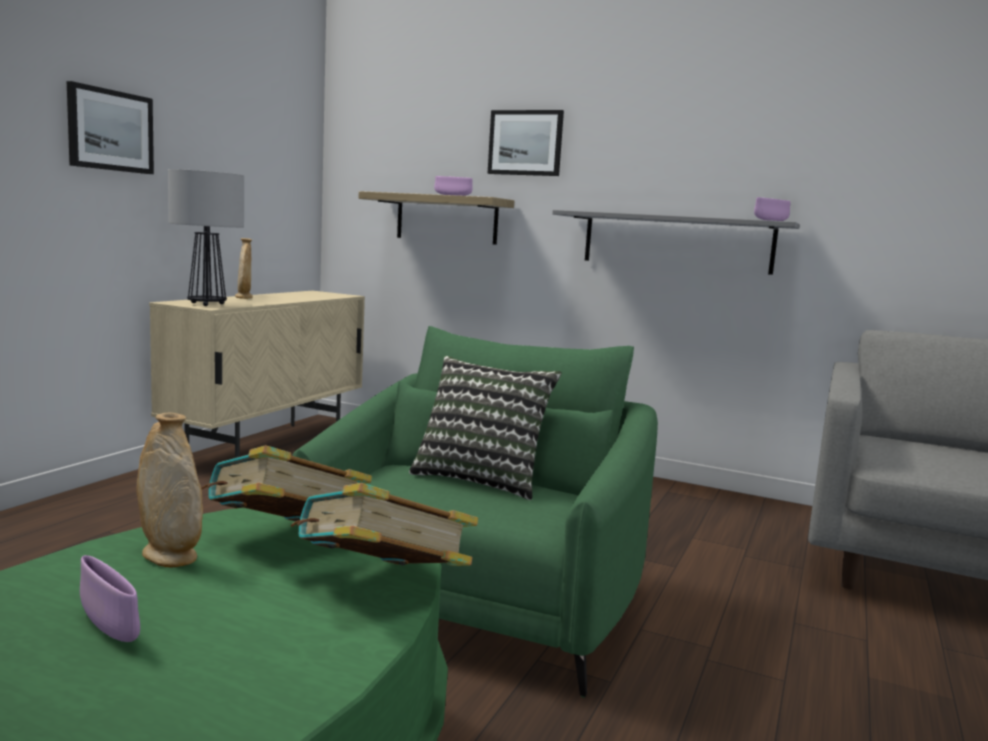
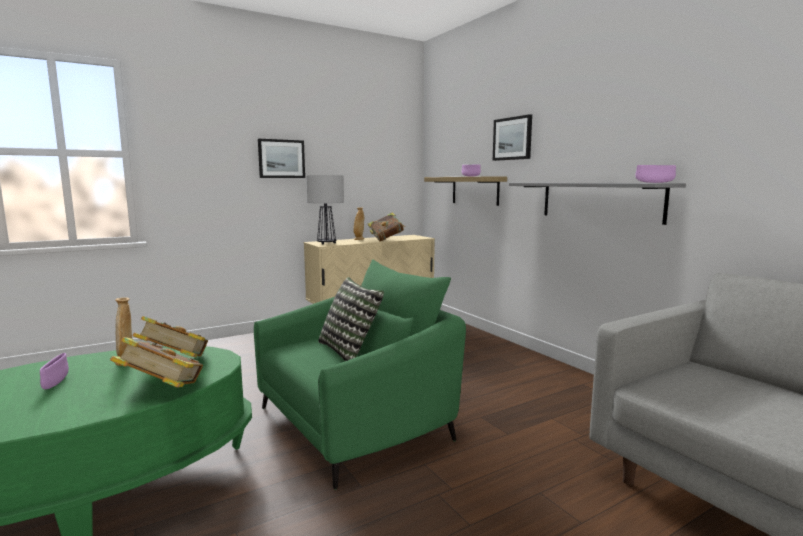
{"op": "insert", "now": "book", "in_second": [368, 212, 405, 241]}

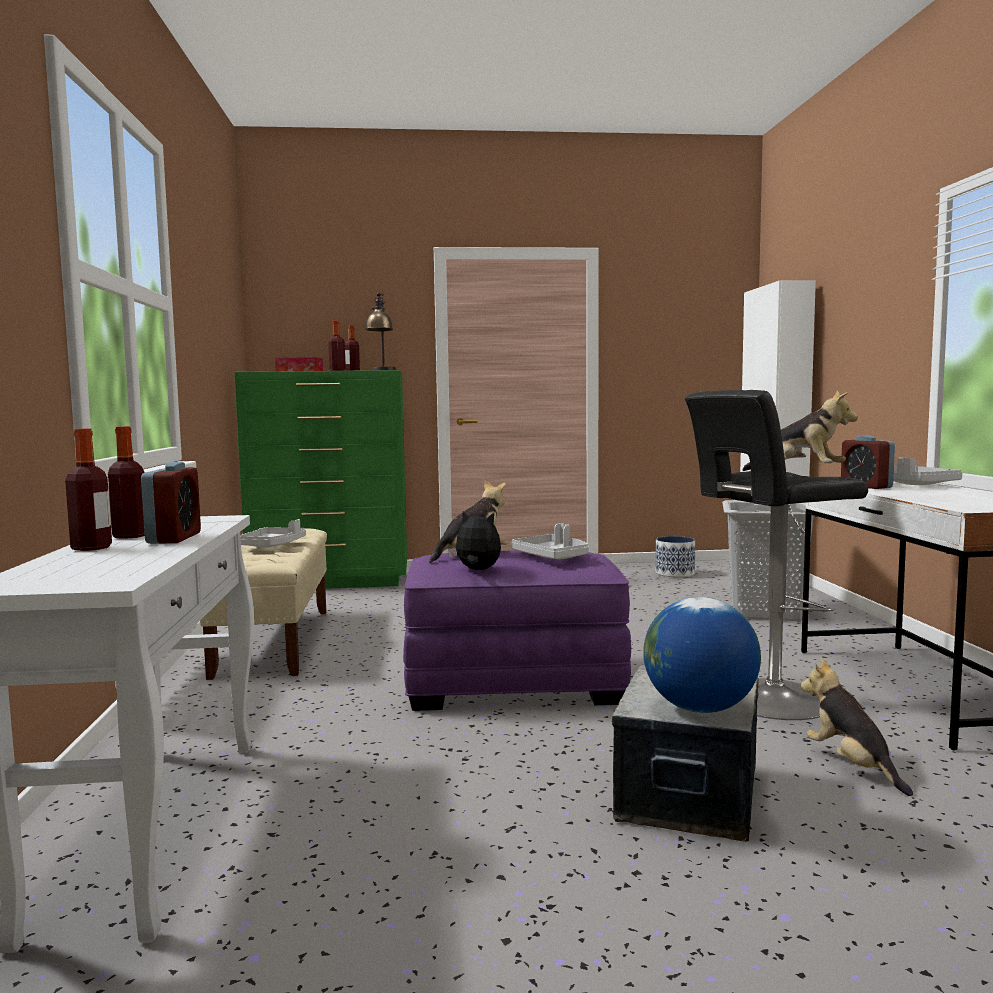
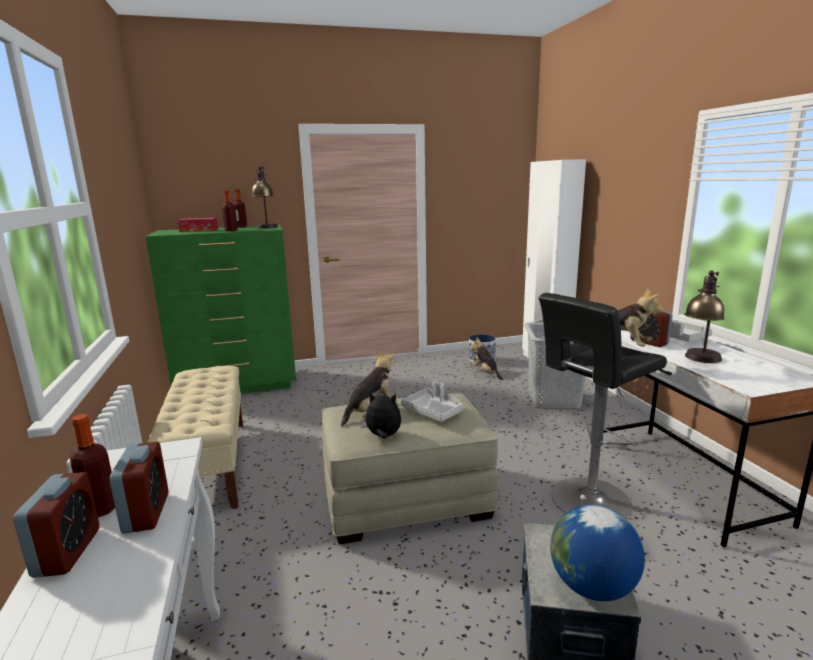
{"op": "delete", "was": "tray/grey", "in_first": [240, 519, 306, 547]}
{"op": "insert", "now": "table lamp", "in_second": [684, 270, 725, 363]}
{"op": "move", "was": "plush toy", "in_first": [801, 658, 913, 796], "in_second": [470, 338, 503, 380]}
{"op": "replace", "was": "bottle", "now": "alarm clock", "in_first": [65, 428, 112, 551], "in_second": [13, 472, 99, 578]}
{"op": "recolor", "was": "ottoman/purple", "now": "ottoman/beige", "in_first": [403, 551, 631, 711], "in_second": [322, 393, 498, 545]}

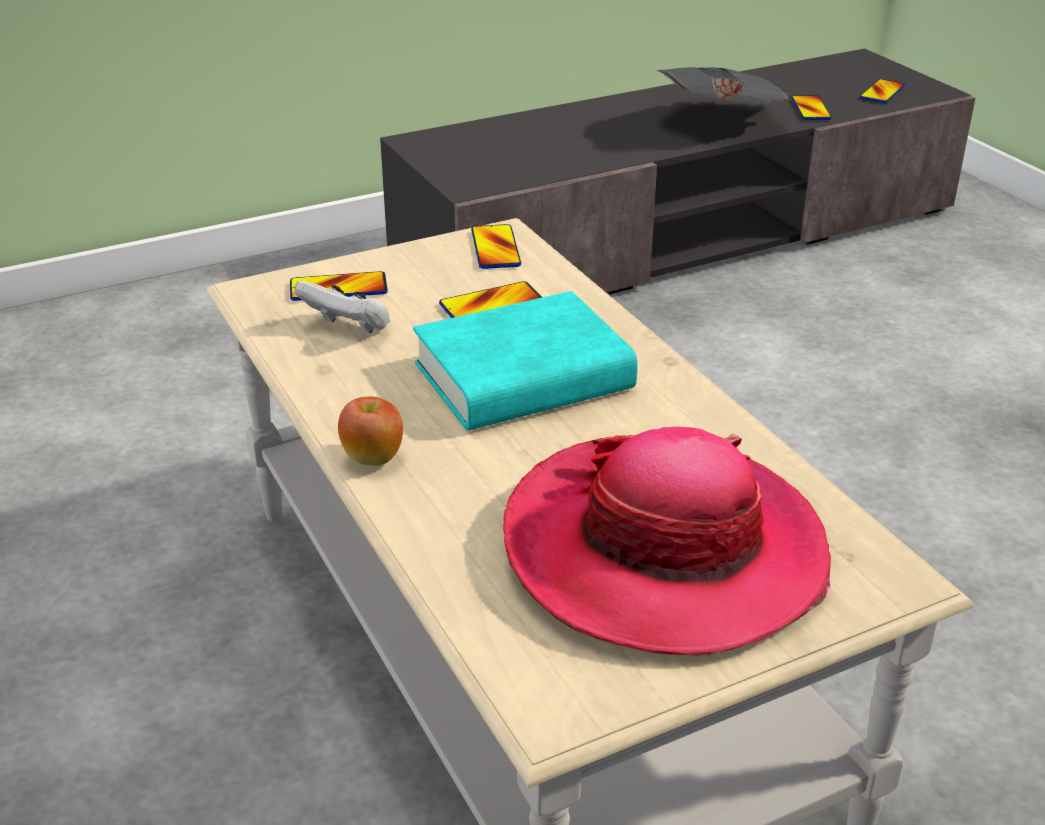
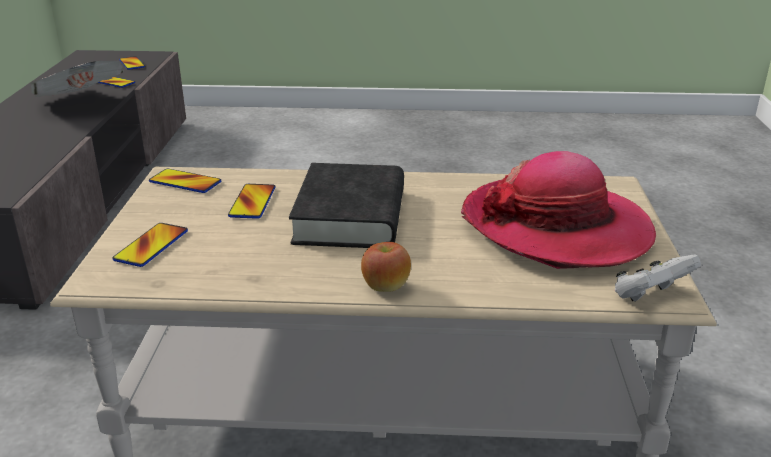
{"op": "move", "was": "game controller/white", "in_first": [294, 280, 390, 333], "in_second": [615, 255, 701, 302]}
{"op": "recolor", "was": "book/turquoise", "now": "book/black", "in_first": [413, 291, 638, 430], "in_second": [289, 163, 404, 248]}

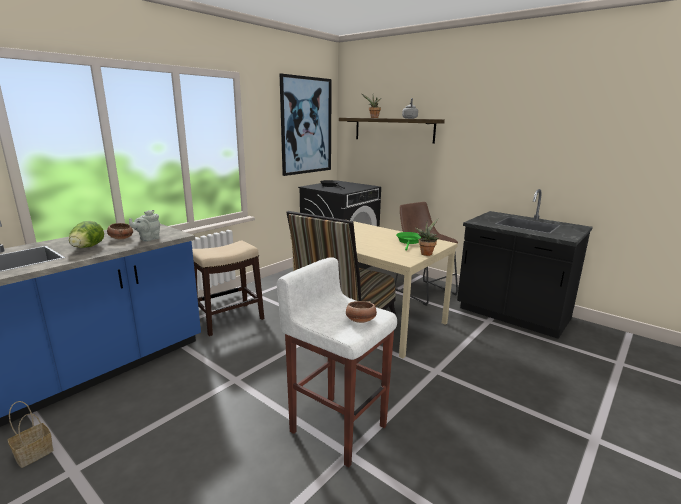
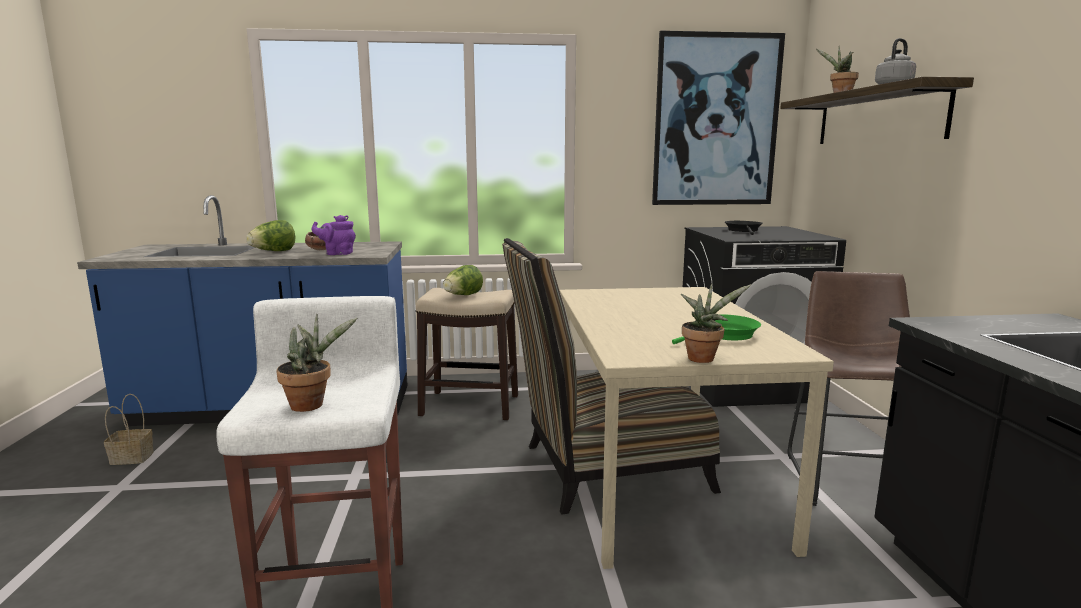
{"op": "insert", "now": "lettuce", "in_second": [443, 265, 483, 295]}
{"op": "replace", "was": "bowl", "now": "potted plant", "in_first": [346, 301, 377, 323], "in_second": [276, 314, 357, 412]}
{"op": "recolor", "was": "teapot/grey", "now": "teapot/purple", "in_first": [129, 210, 160, 241], "in_second": [312, 215, 356, 255]}

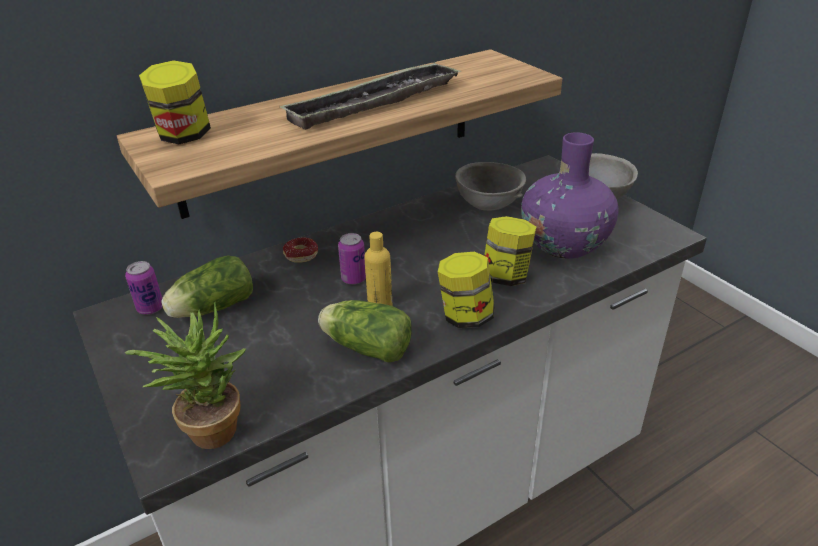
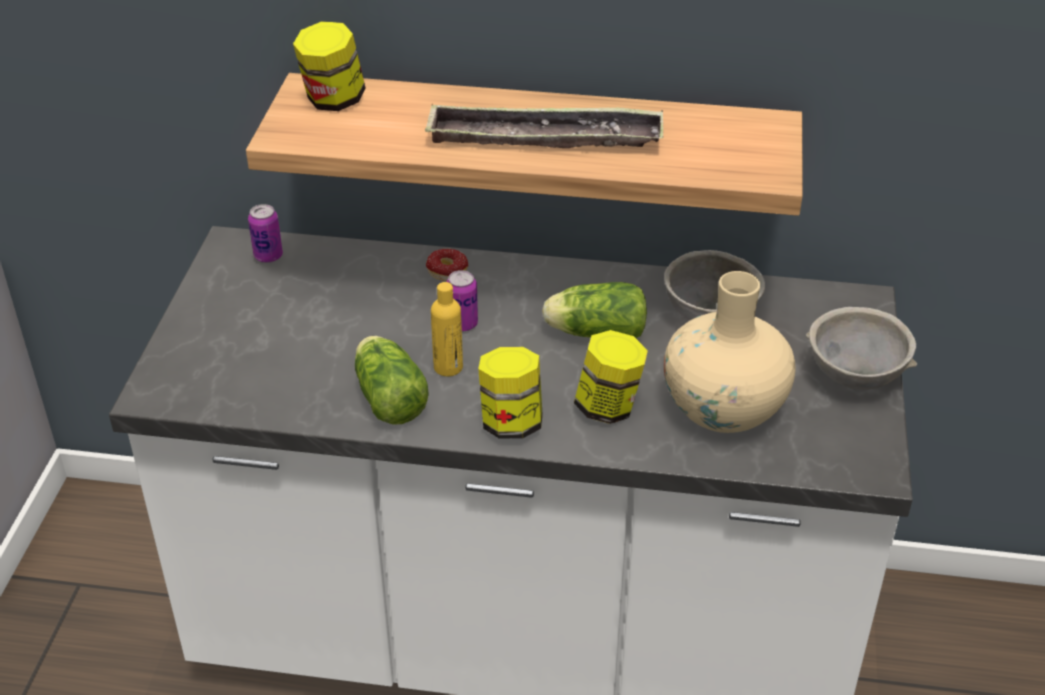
{"op": "delete", "was": "potted plant", "in_first": [125, 302, 246, 449]}
{"op": "move", "was": "lettuce", "in_first": [161, 256, 253, 318], "in_second": [542, 282, 647, 338]}
{"op": "recolor", "was": "vase/purple", "now": "vase/beige", "in_first": [521, 132, 618, 259], "in_second": [664, 271, 796, 433]}

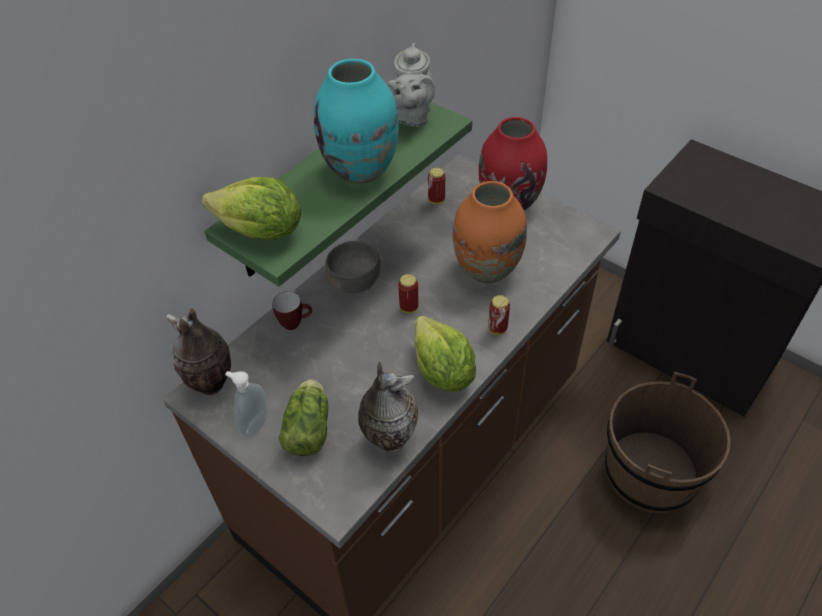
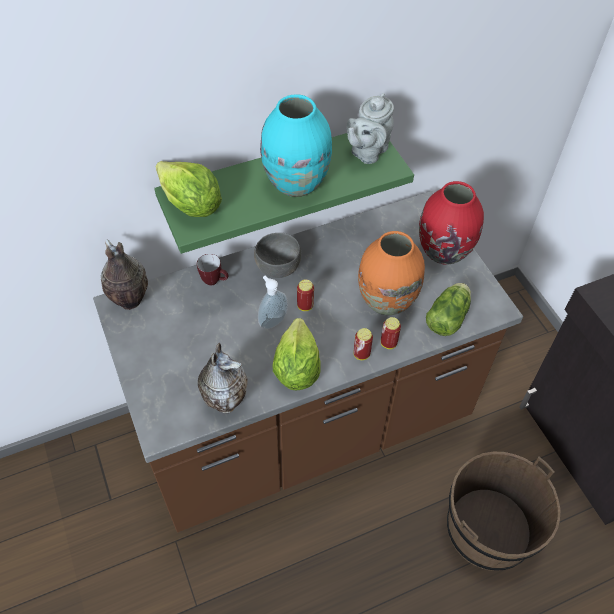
{"op": "move", "was": "soap dispenser", "in_first": [225, 371, 267, 437], "in_second": [258, 276, 288, 329]}
{"op": "move", "was": "lettuce", "in_first": [279, 379, 328, 456], "in_second": [426, 283, 471, 336]}
{"op": "move", "was": "can", "in_first": [428, 168, 445, 204], "in_second": [381, 317, 401, 349]}

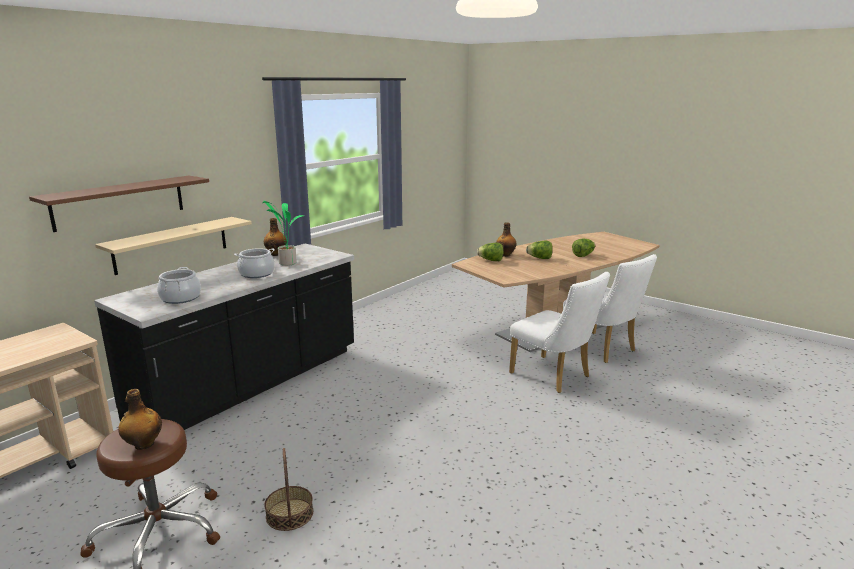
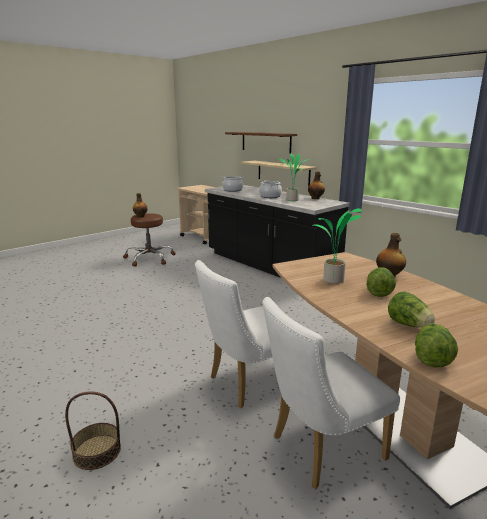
{"op": "insert", "now": "potted plant", "in_second": [314, 208, 361, 284]}
{"op": "move", "was": "basket", "in_first": [264, 448, 313, 531], "in_second": [65, 391, 121, 470]}
{"op": "move", "was": "lettuce", "in_first": [477, 243, 504, 261], "in_second": [415, 324, 458, 367]}

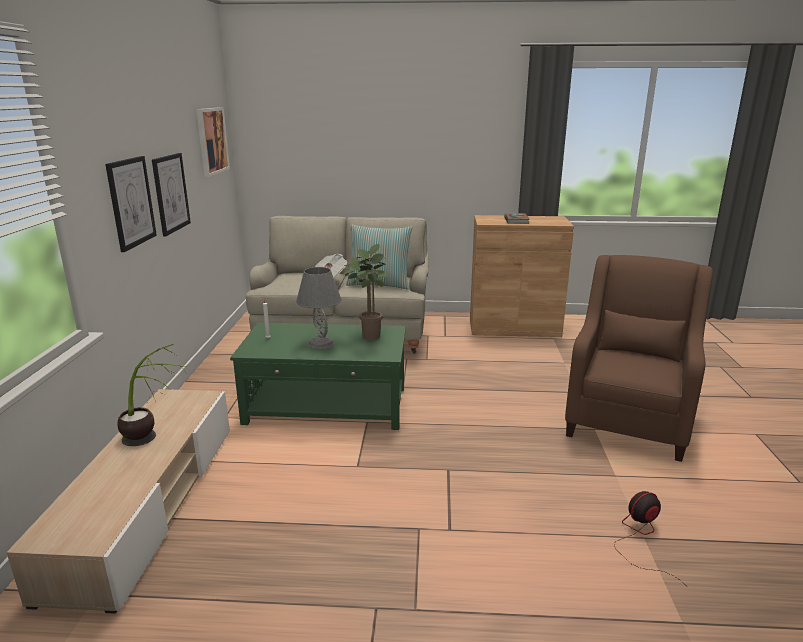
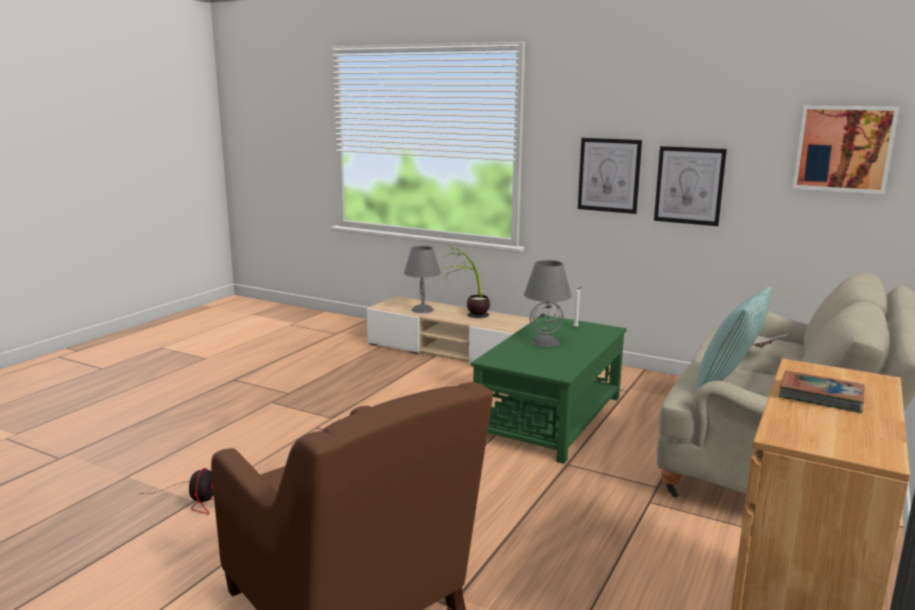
{"op": "delete", "was": "potted plant", "in_first": [343, 244, 387, 340]}
{"op": "insert", "now": "table lamp/grey", "in_second": [404, 246, 441, 313]}

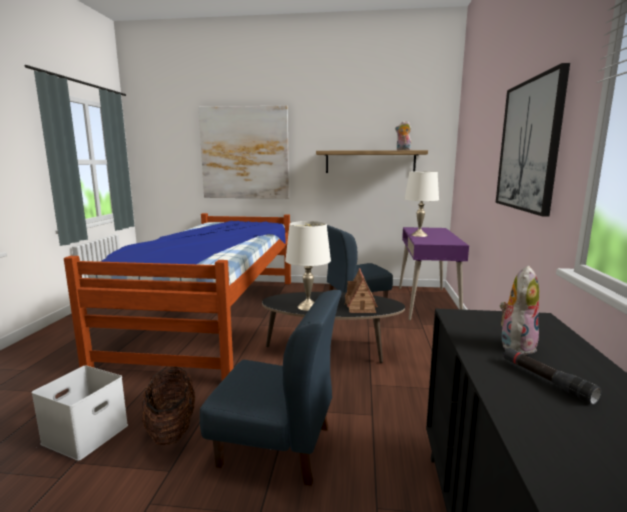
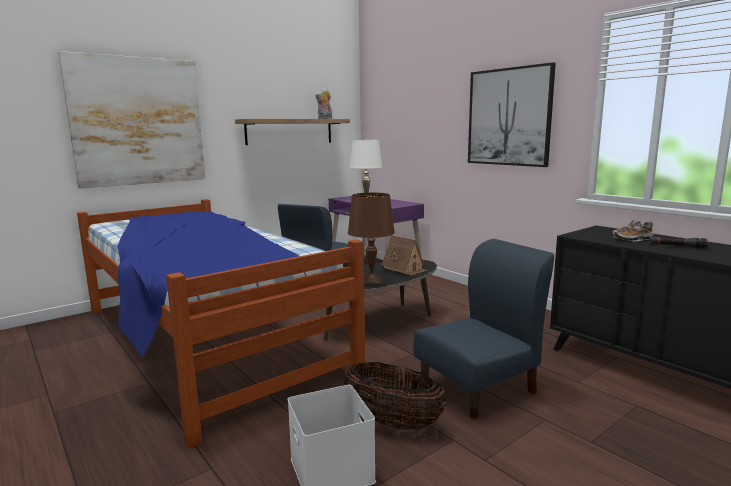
{"op": "replace", "was": "plush toy", "now": "shoe", "in_first": [500, 265, 539, 355], "in_second": [612, 220, 653, 241]}
{"op": "recolor", "was": "table lamp/white", "now": "table lamp/brown", "in_first": [285, 221, 331, 311], "in_second": [348, 193, 395, 285]}

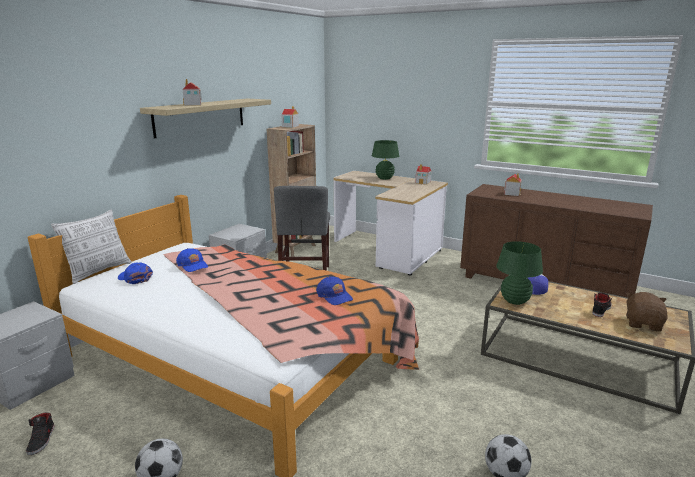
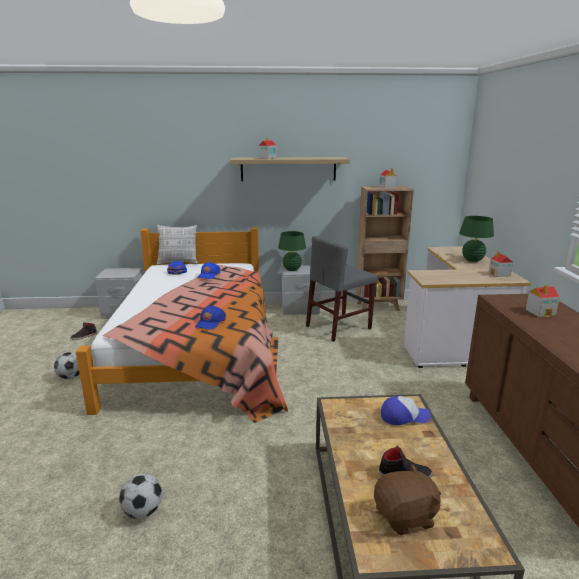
{"op": "move", "was": "table lamp/green", "in_first": [496, 241, 543, 305], "in_second": [278, 231, 306, 271]}

